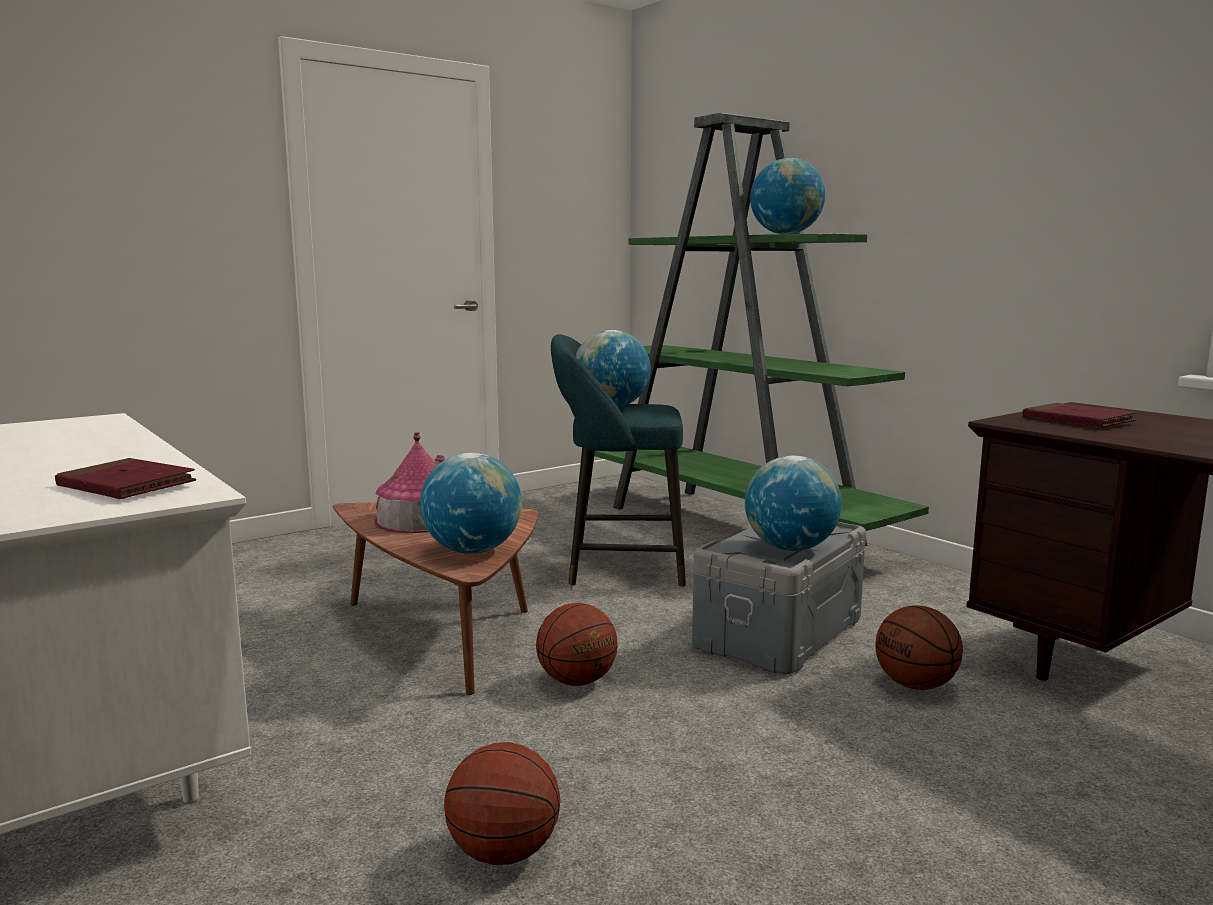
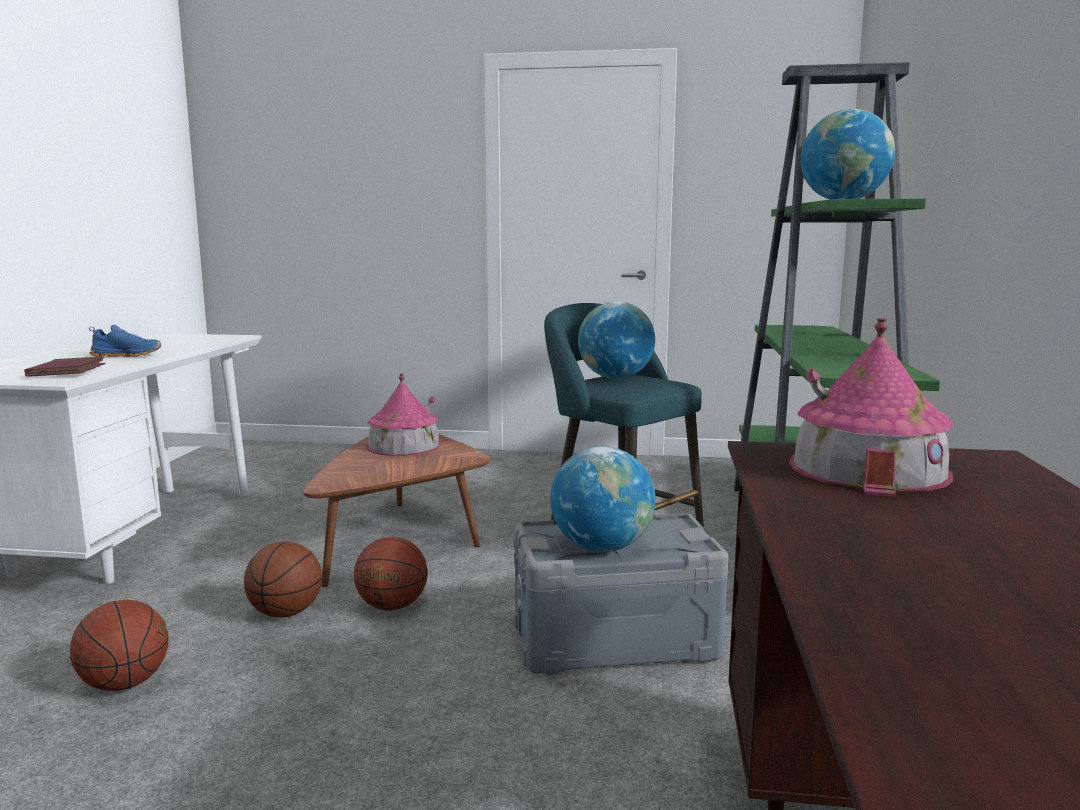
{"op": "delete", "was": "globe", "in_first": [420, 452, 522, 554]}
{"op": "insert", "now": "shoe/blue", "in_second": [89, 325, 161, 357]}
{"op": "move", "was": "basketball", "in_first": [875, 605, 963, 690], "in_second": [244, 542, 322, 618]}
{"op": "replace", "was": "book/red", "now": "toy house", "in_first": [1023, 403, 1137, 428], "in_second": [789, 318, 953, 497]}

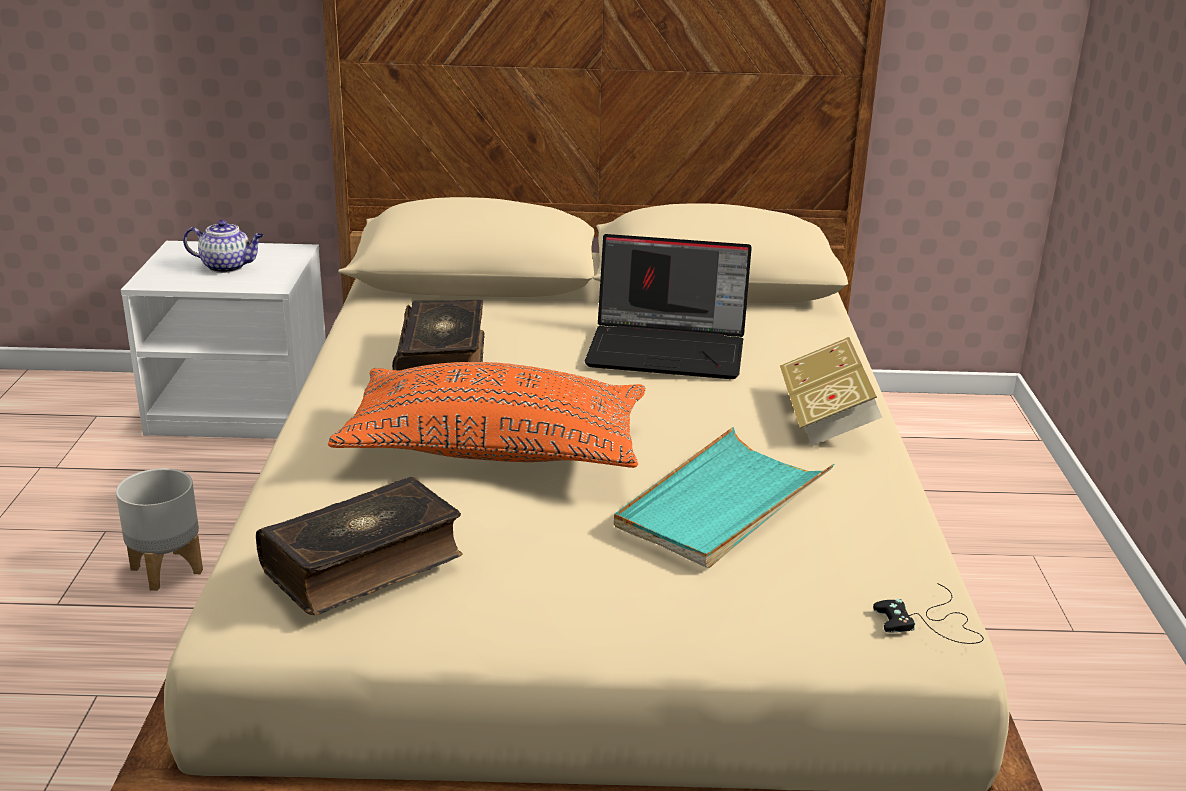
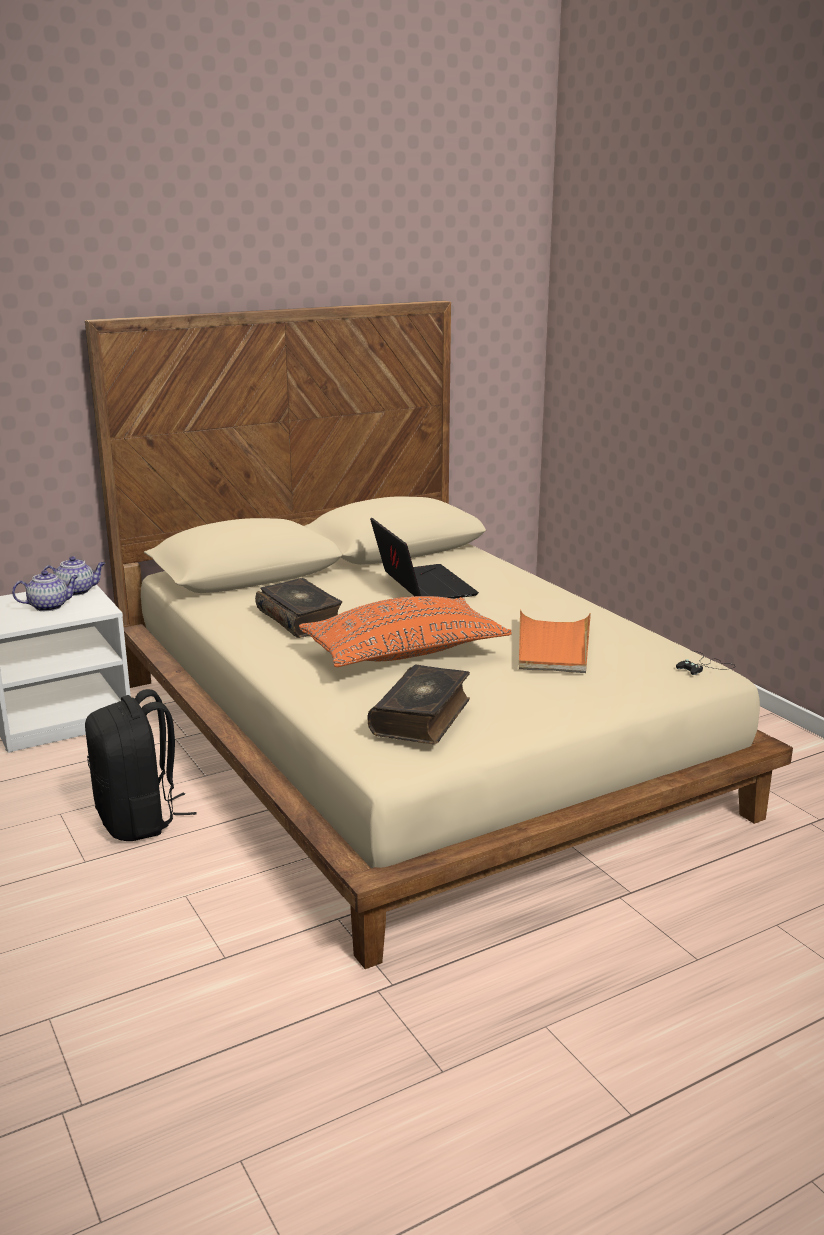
{"op": "delete", "was": "book", "in_first": [780, 337, 883, 446]}
{"op": "insert", "now": "teapot", "in_second": [41, 556, 106, 596]}
{"op": "replace", "was": "planter/grey", "now": "backpack/black", "in_first": [116, 468, 203, 591], "in_second": [85, 689, 196, 841]}
{"op": "recolor", "was": "tray/turquoise", "now": "tray/orange", "in_first": [614, 427, 834, 568], "in_second": [519, 610, 591, 673]}
{"op": "rotate", "was": "laptop", "in_first": [585, 234, 752, 379], "in_second": [370, 518, 479, 599], "clockwise": -90}

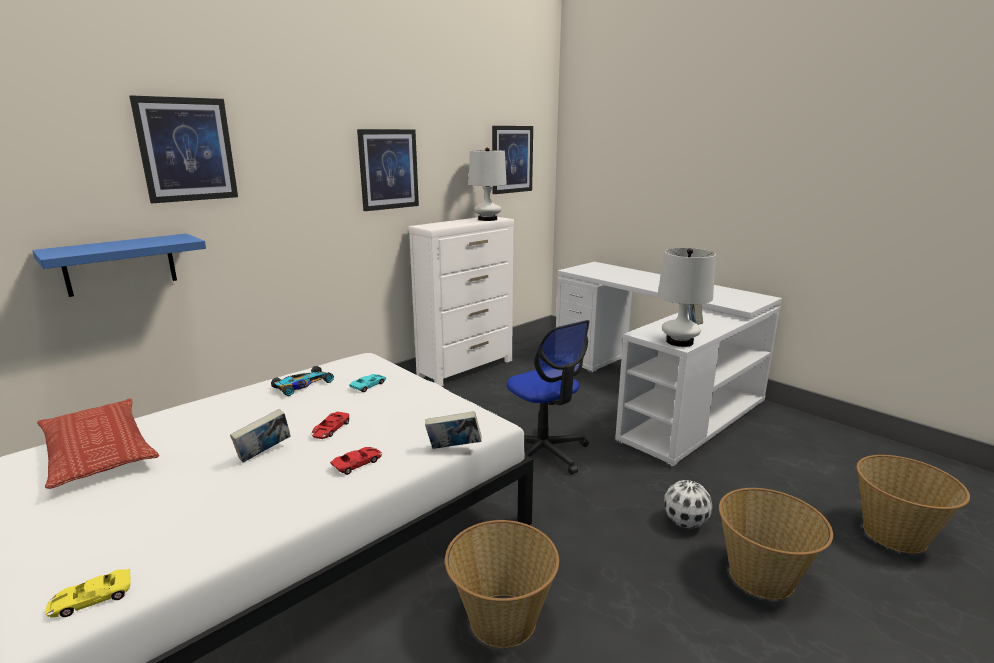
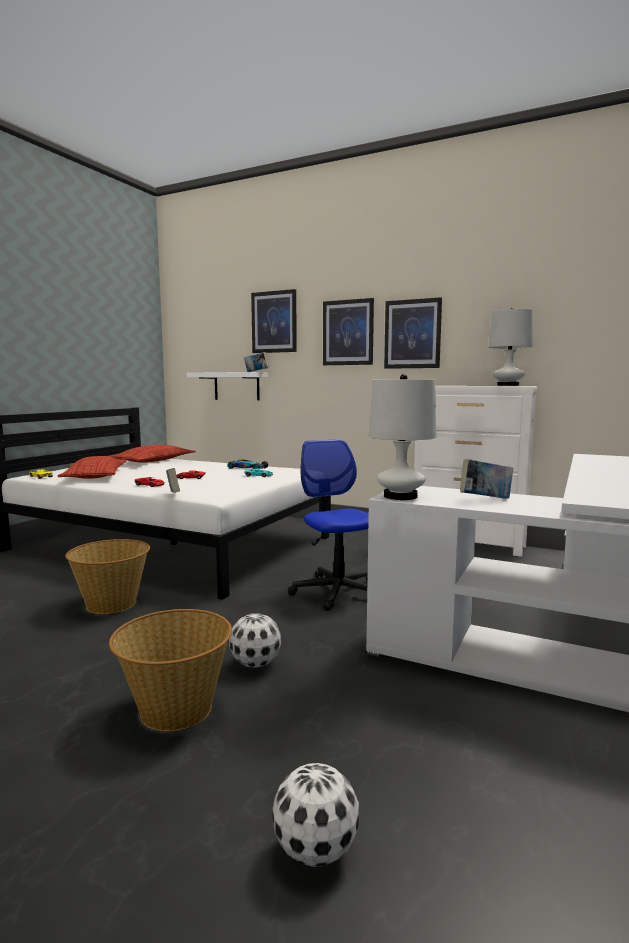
{"op": "insert", "now": "pillow", "in_second": [58, 456, 127, 479]}
{"op": "move", "was": "book", "in_first": [230, 409, 291, 463], "in_second": [244, 352, 269, 372]}
{"op": "move", "was": "picture", "in_first": [492, 126, 533, 194], "in_second": [323, 298, 374, 365]}
{"op": "replace", "was": "basket", "now": "football", "in_first": [856, 455, 970, 553], "in_second": [272, 763, 359, 867]}
{"op": "recolor", "was": "shelf/blue", "now": "shelf/white", "in_first": [32, 234, 206, 297], "in_second": [187, 372, 268, 400]}
{"op": "rotate", "was": "office chair", "in_first": [507, 320, 590, 475], "in_second": [288, 439, 369, 611], "clockwise": 120}

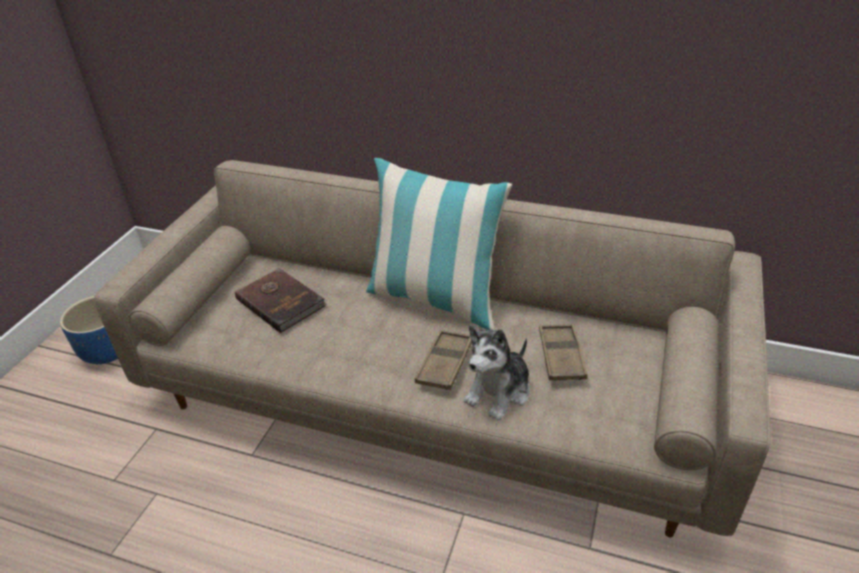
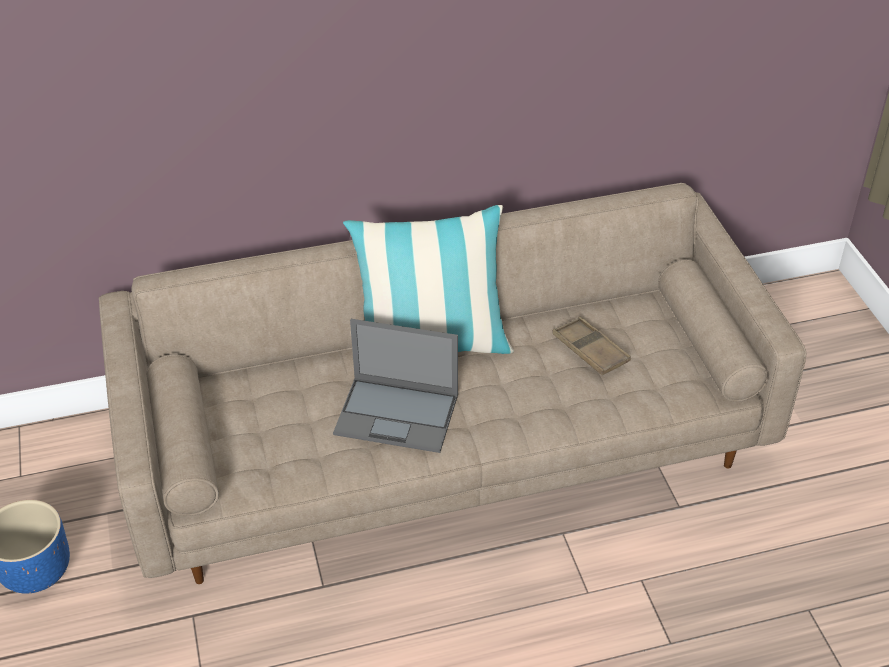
{"op": "delete", "was": "book/brown", "in_first": [235, 267, 326, 333]}
{"op": "delete", "was": "tray/brown", "in_first": [415, 330, 472, 390]}
{"op": "delete", "was": "plush toy", "in_first": [464, 325, 530, 421]}
{"op": "insert", "now": "laptop", "in_second": [333, 319, 458, 453]}

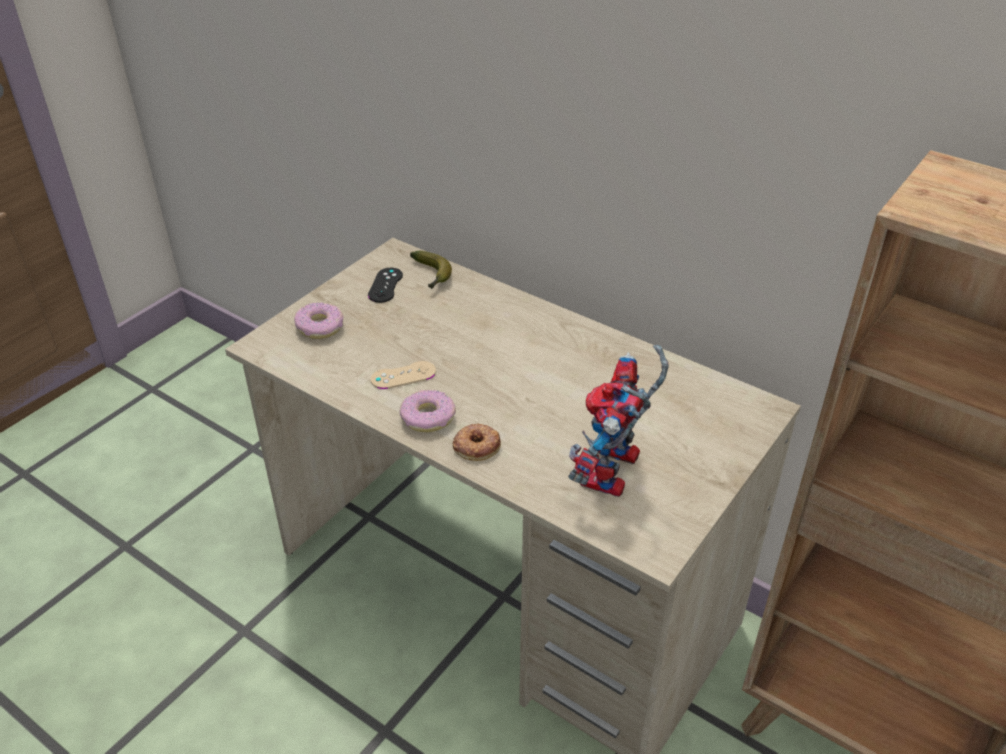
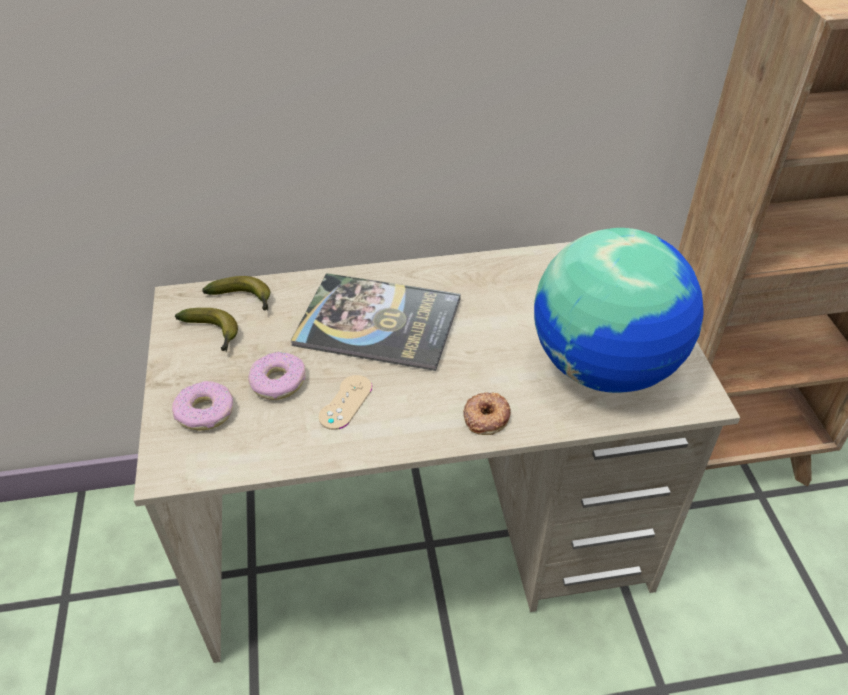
{"op": "insert", "now": "book", "in_second": [291, 273, 460, 371]}
{"op": "move", "was": "donut", "in_first": [399, 390, 456, 432], "in_second": [248, 352, 306, 400]}
{"op": "replace", "was": "game controller/black", "now": "banana", "in_first": [368, 268, 403, 303], "in_second": [175, 308, 238, 352]}
{"op": "replace", "was": "toy robot", "now": "globe", "in_first": [568, 345, 669, 497], "in_second": [534, 228, 704, 393]}

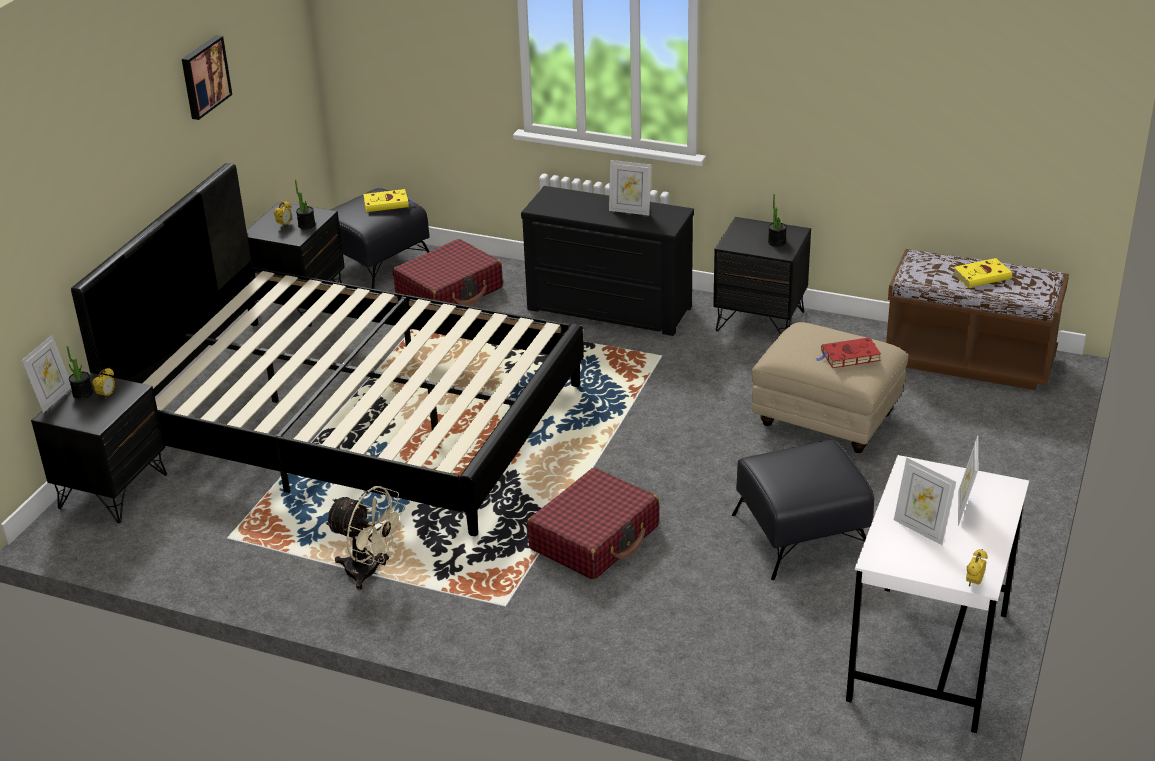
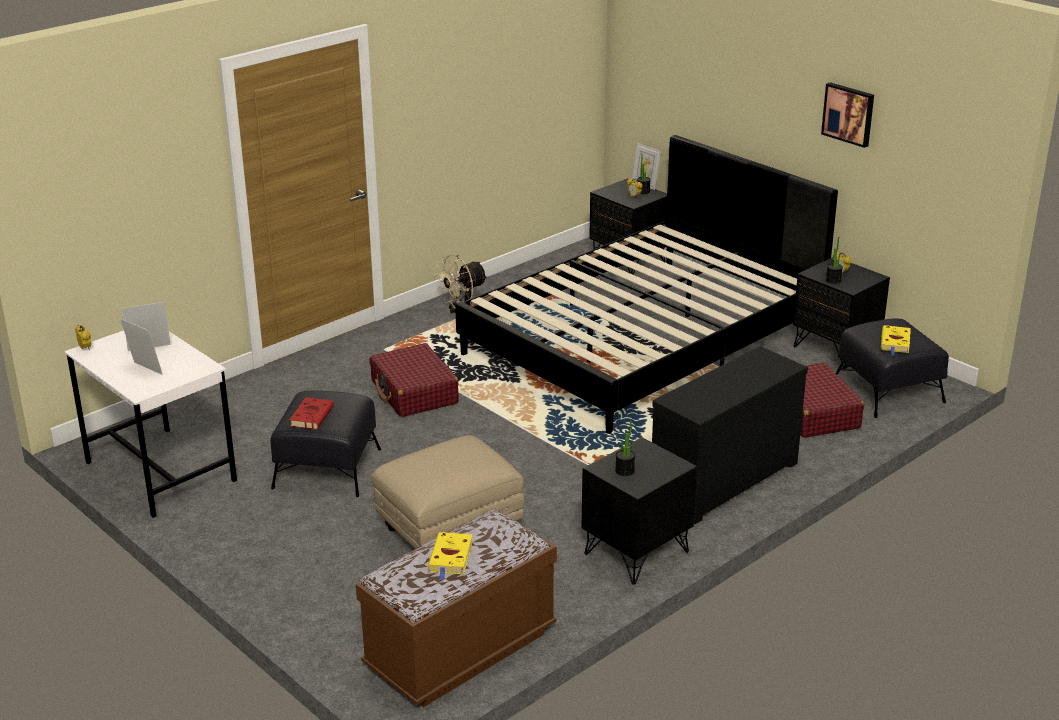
{"op": "delete", "was": "picture frame", "in_first": [609, 160, 651, 215]}
{"op": "move", "was": "book/red", "in_first": [816, 337, 881, 368], "in_second": [289, 397, 334, 430]}

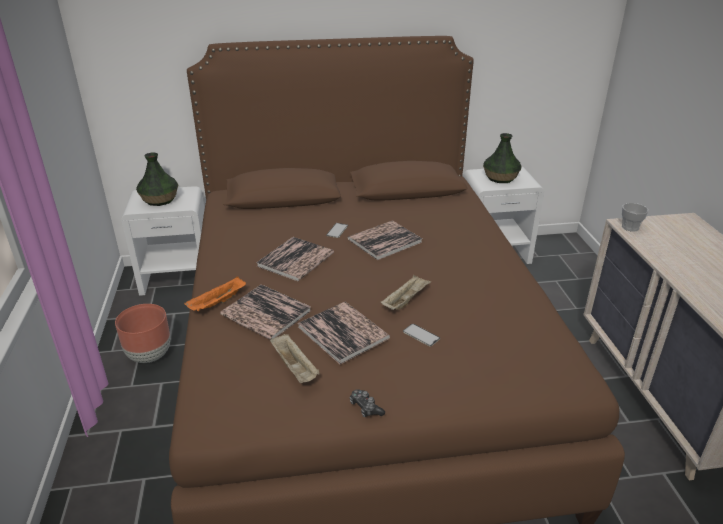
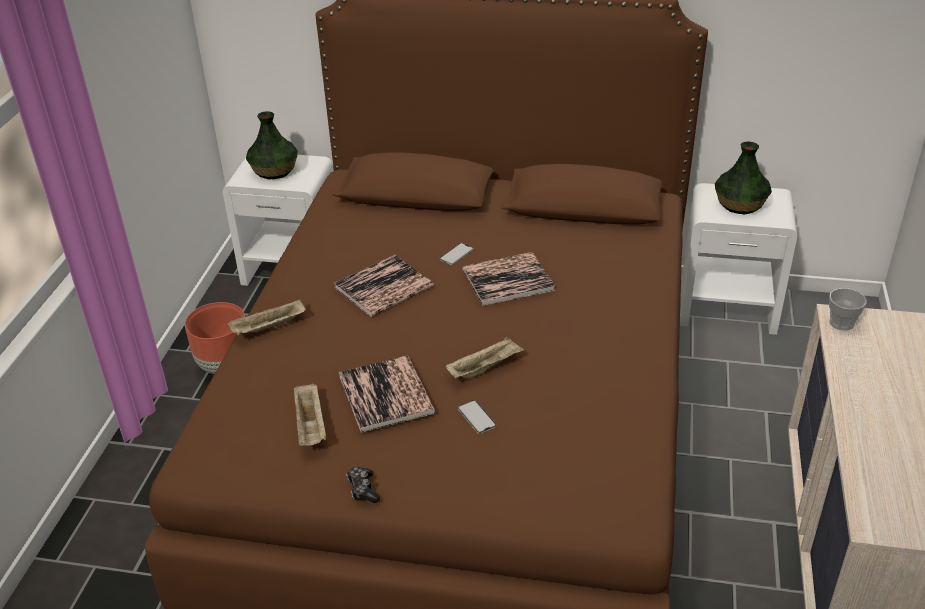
{"op": "delete", "was": "book", "in_first": [220, 284, 311, 339]}
{"op": "recolor", "was": "tray/orange", "now": "tray/beige", "in_first": [184, 276, 246, 311], "in_second": [228, 299, 306, 335]}

